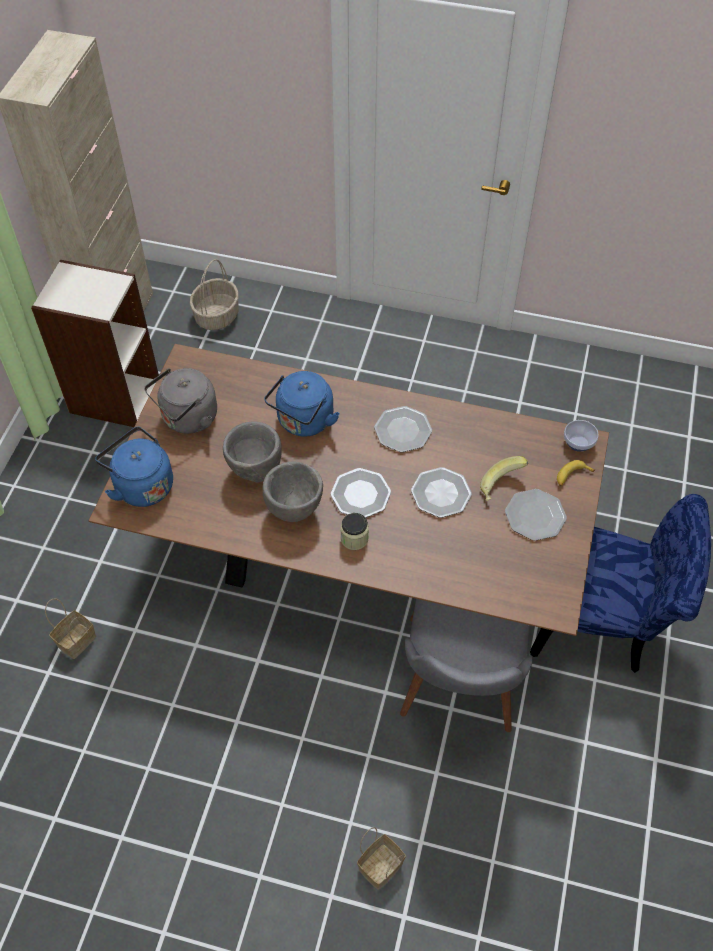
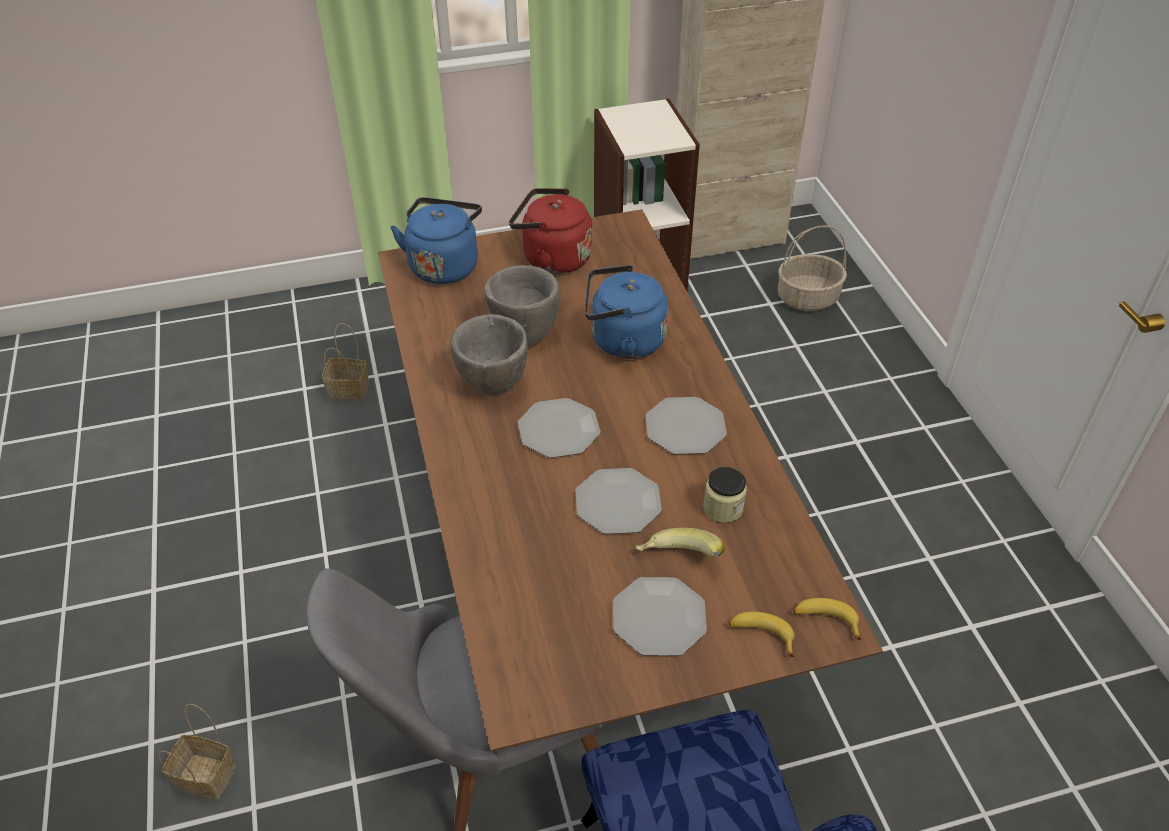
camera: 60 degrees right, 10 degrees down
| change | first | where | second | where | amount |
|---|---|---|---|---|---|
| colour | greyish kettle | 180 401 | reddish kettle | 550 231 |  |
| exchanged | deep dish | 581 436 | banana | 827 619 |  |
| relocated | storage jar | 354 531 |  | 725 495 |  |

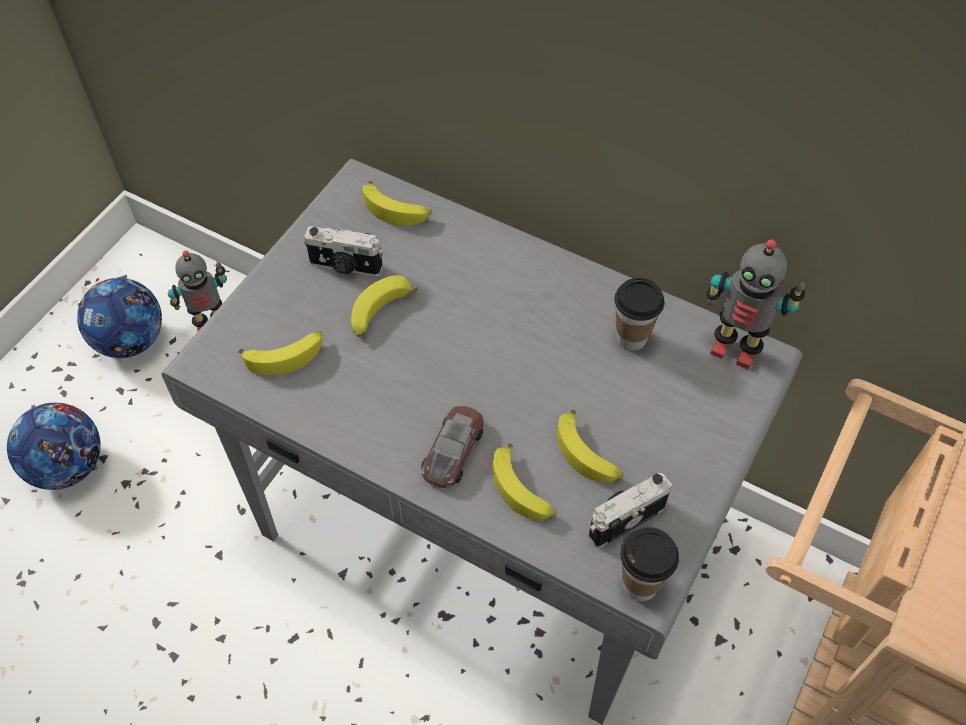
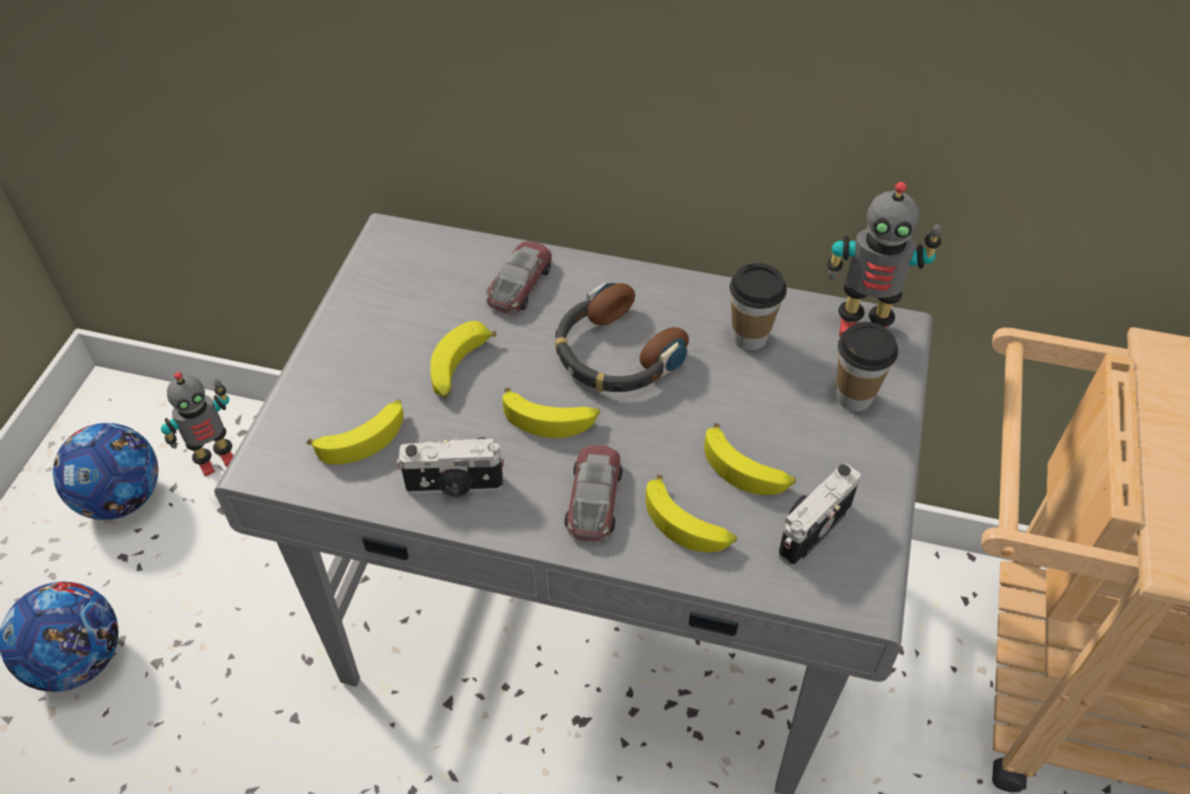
camera: 15 degrees left, 5 degrees down
| change | first | where | second | where | amount |
|---|---|---|---|---|---|
| relocated | banana | 397 203 |  | 551 413 |  |
| relocated | still camera | 343 251 |  | 451 467 |  |
| relocated | small cup | 649 564 |  | 867 366 |  |
| appeared |  |  | toy car | 519 277 |  |
| appeared |  |  | headphones | 622 337 |  |

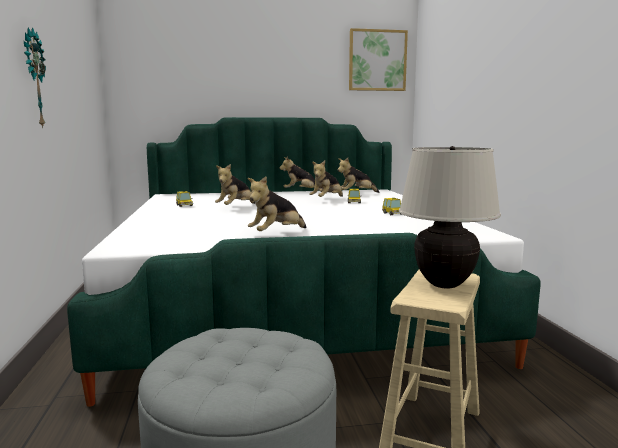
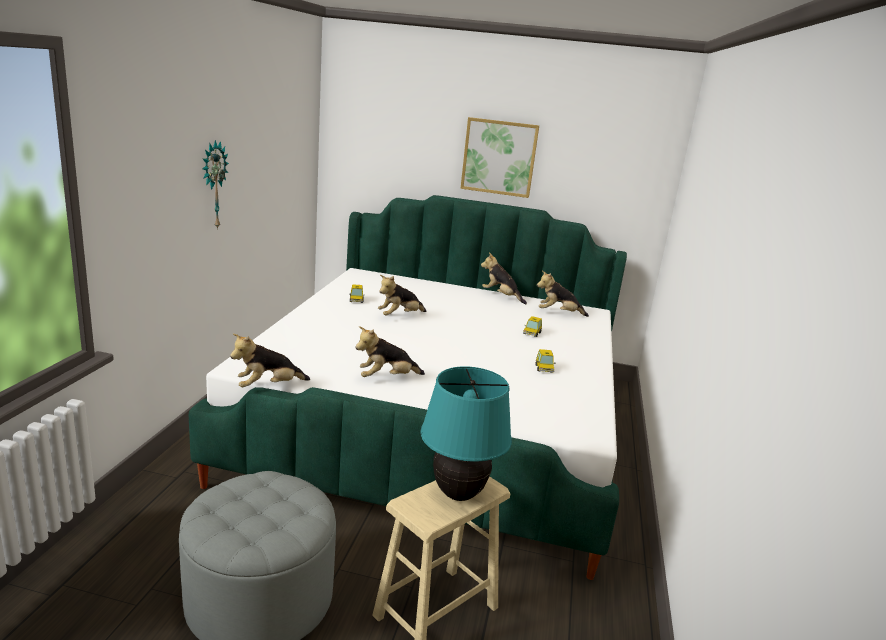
camera: 20 degrees right, 10 degrees up
| change | first | where | second | where | amount |
|---|---|---|---|---|---|
| relocated | wall art | 378 59 |  | 499 157 |  |
| colour | beige lamp for a table | 450 217 | turquoise lamp for a table | 466 433 |  |
| relocated | cuddly toy | 326 179 |  | 270 360 |  |

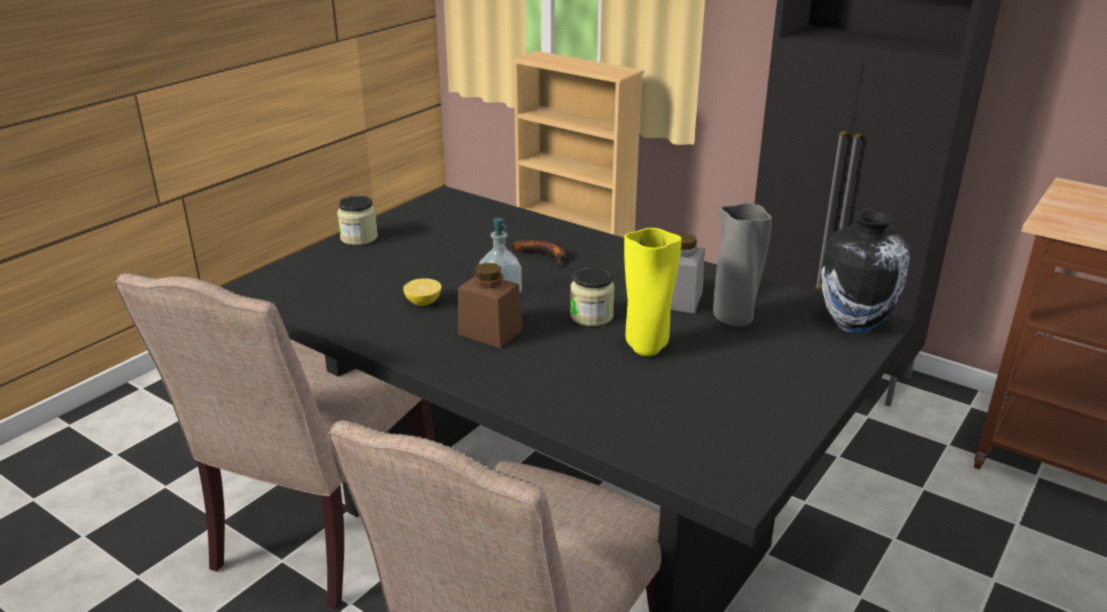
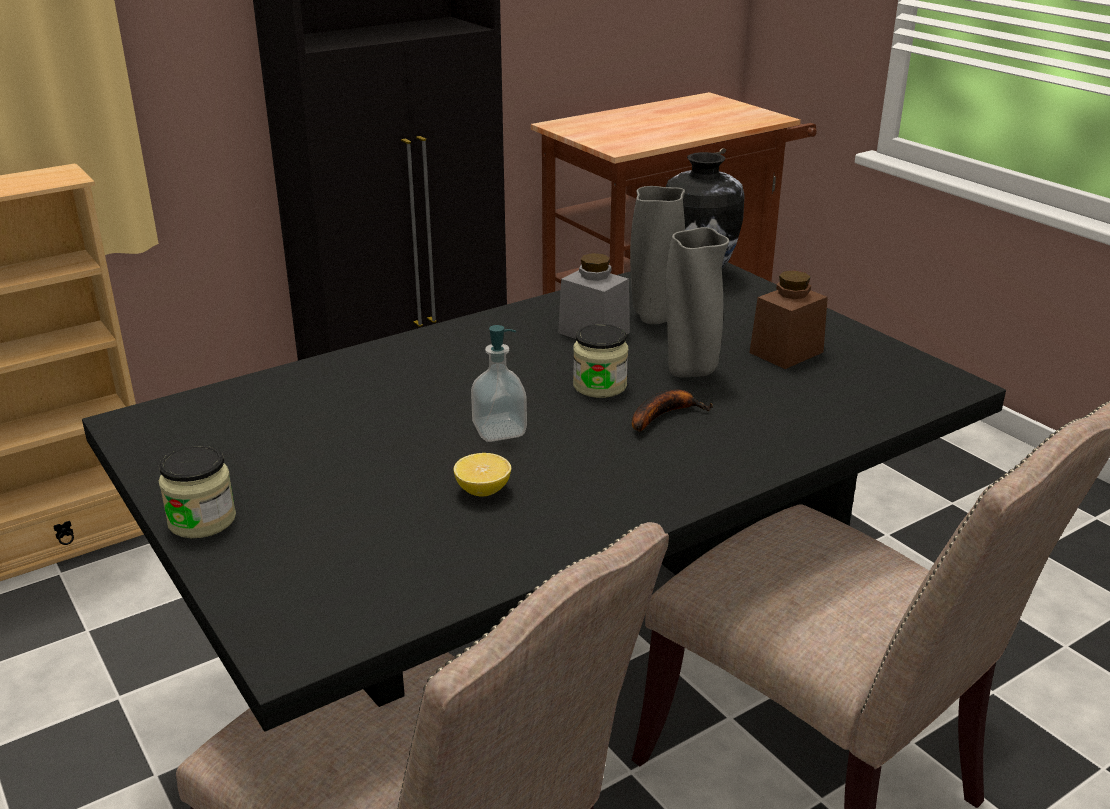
camera: 70 degrees left, 0 degrees up
| change | first | where | second | where | amount |
|---|---|---|---|---|---|
| colour | yellow vase | 653 292 | greyish vase | 697 302 |  |
| relocated | banana | 538 253 |  | 672 410 |  |
| relocated | brownish storage jar | 490 305 |  | 788 319 |  |

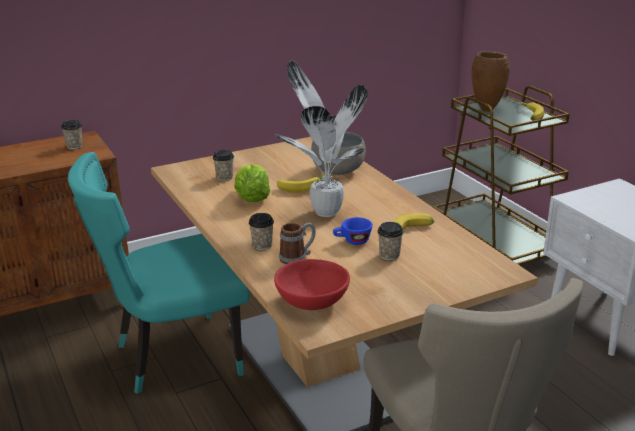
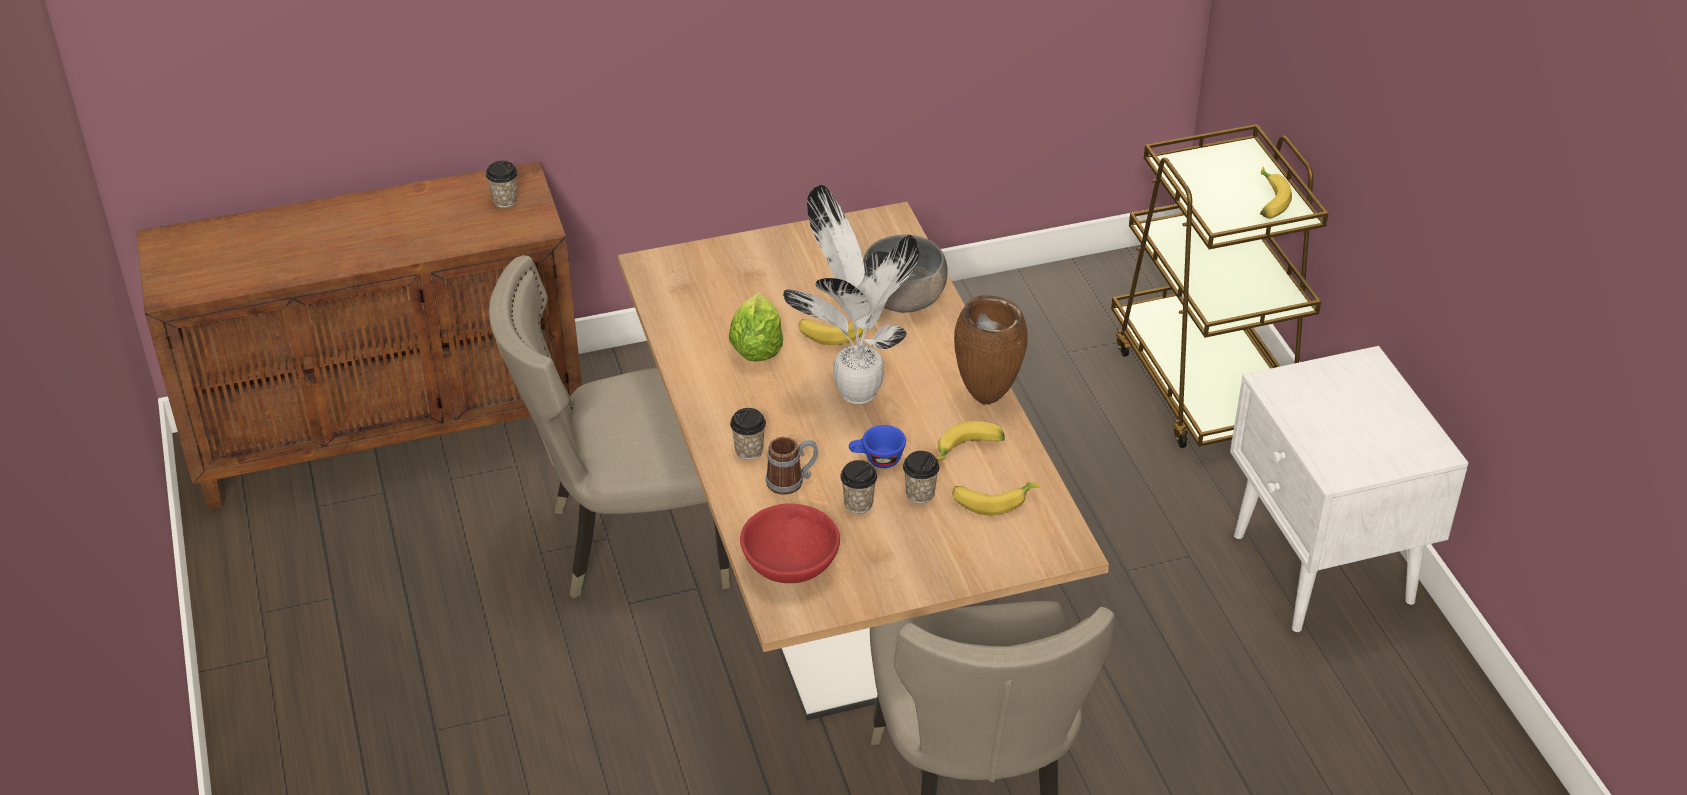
camera: 10 degrees right, 15 degrees up
| change | first | where | second | where | amount |
|---|---|---|---|---|---|
| relocated | brownish vase | 490 81 |  | 991 350 |  |
| relocated | small cup | 223 165 |  | 858 486 |  |
| colour | turquoise chair | 158 273 | beige chair | 609 427 |  |
| appeared |  |  | banana | 996 498 |  |

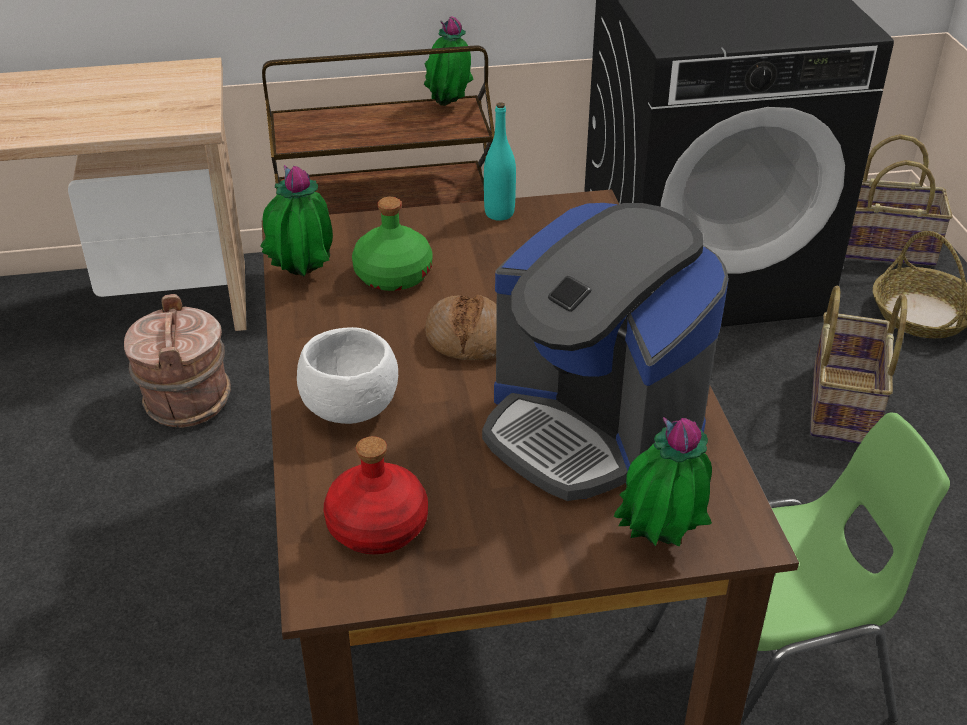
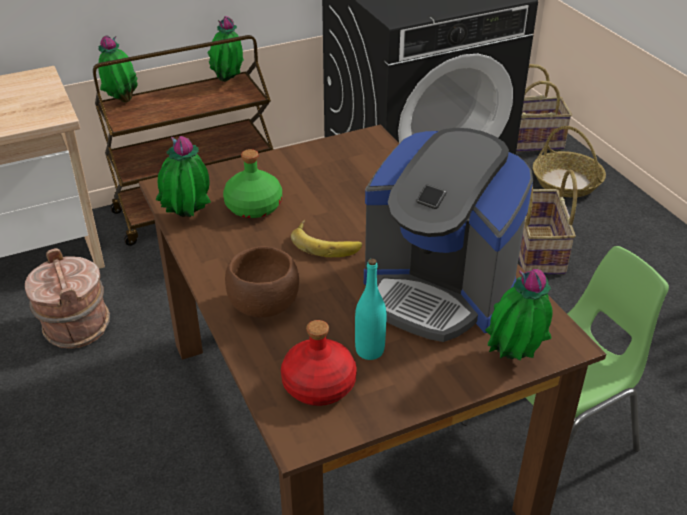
camera: 15 degrees left, 0 degrees up
| change | first | where | second | where | amount |
|---|---|---|---|---|---|
| relocated | turquoise bottle | 500 161 |  | 371 309 |  |
| exchanged | baked bread | 461 327 | banana | 326 238 |  |
| colour | whitish deep dish | 347 375 | brownish deep dish | 262 281 |  |
| appeared |  |  | potted plant | 118 68 |  |

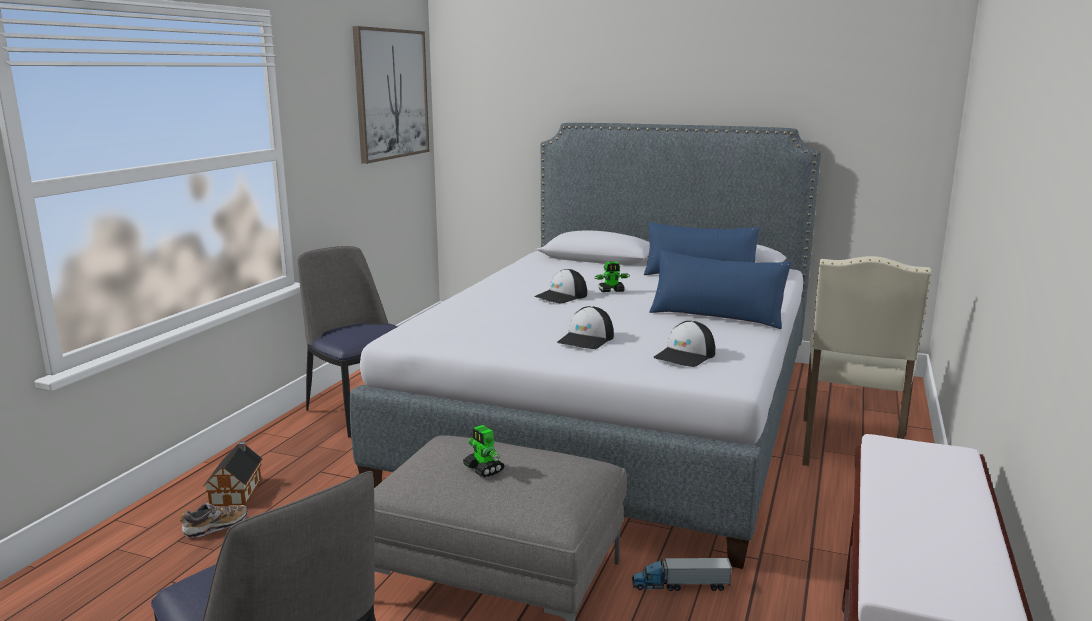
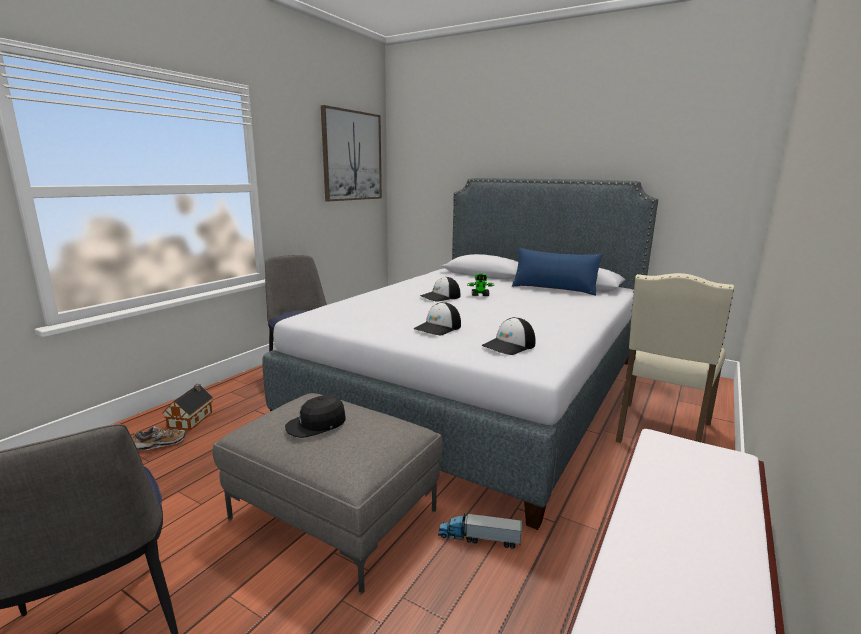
camera: 10 degrees right, 0 degrees up
| change | first | where | second | where | amount |
|---|---|---|---|---|---|
| missing | blue-coloured pillow | 720 289 |  |  |  |
| exchanged | toy robot | 483 451 | blackish baseball cap | 315 416 |  |

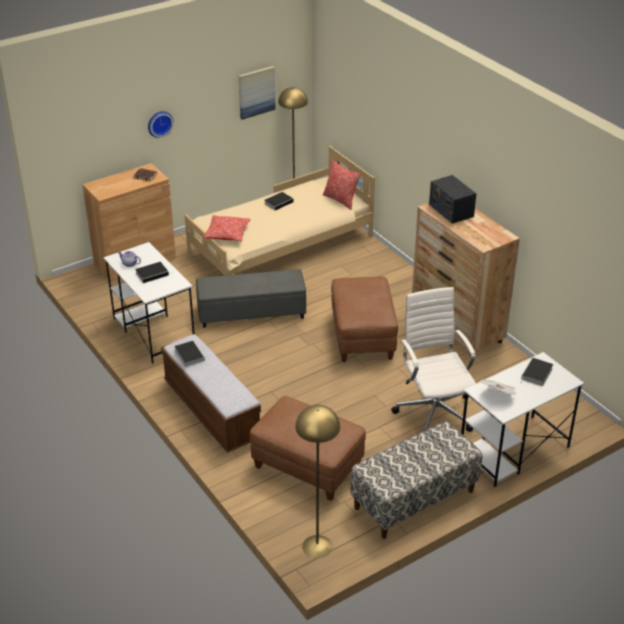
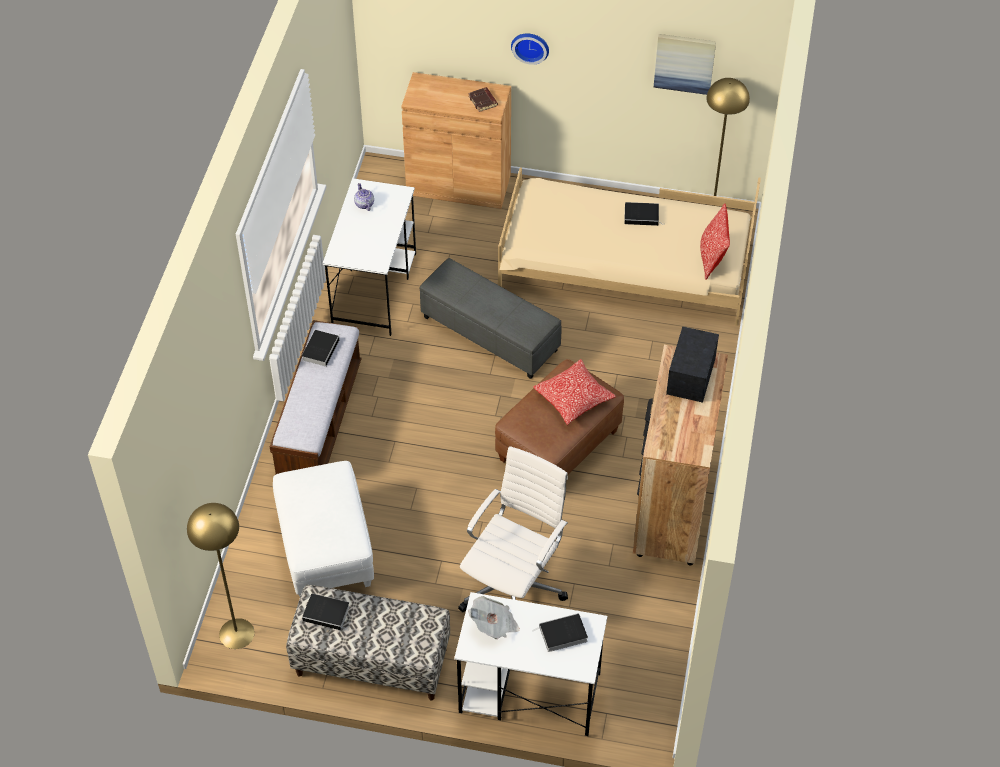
camera: 45 degrees right, 15 degrees up
| change | first | where | second | where | amount |
|---|---|---|---|---|---|
| relocated | pillow | 227 228 |  | 574 392 |  |
| relocated | book | 152 272 |  | 326 612 |  |
| colour | brownish footrest | 308 448 | whitish footrest | 323 528 |  |

